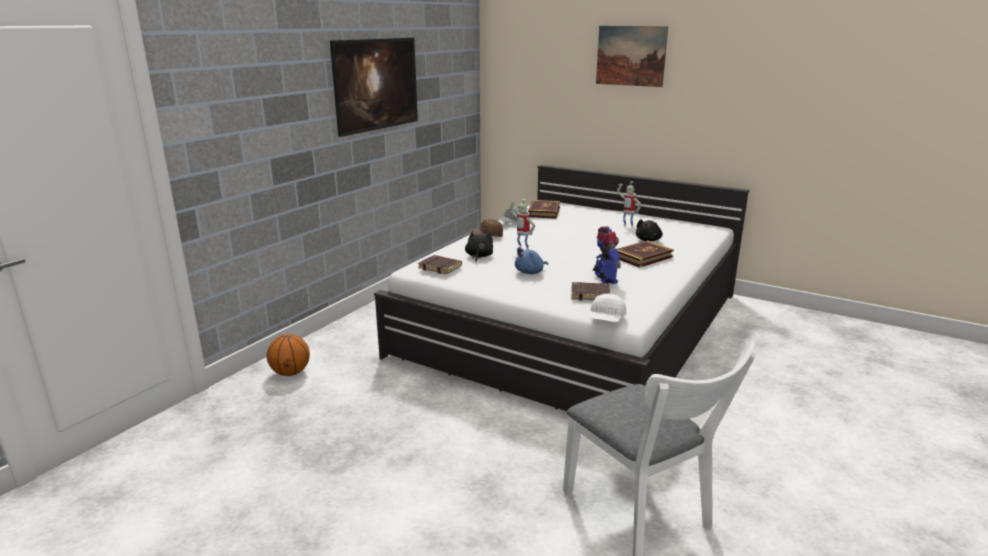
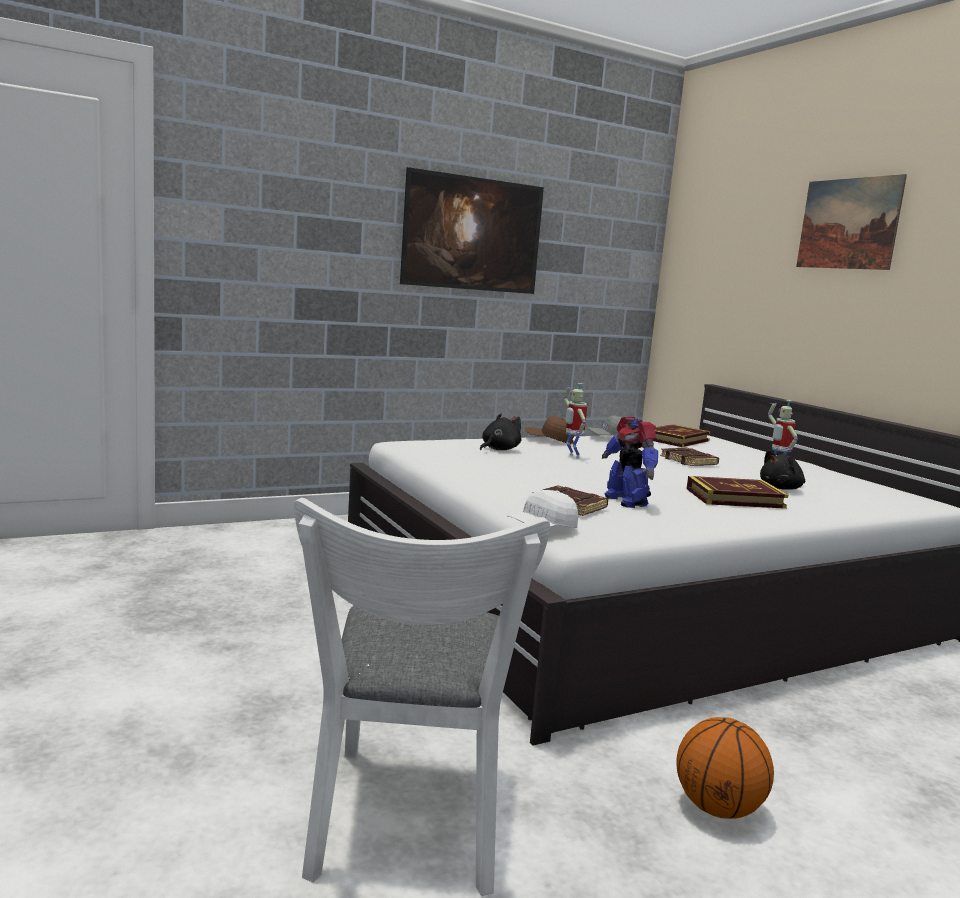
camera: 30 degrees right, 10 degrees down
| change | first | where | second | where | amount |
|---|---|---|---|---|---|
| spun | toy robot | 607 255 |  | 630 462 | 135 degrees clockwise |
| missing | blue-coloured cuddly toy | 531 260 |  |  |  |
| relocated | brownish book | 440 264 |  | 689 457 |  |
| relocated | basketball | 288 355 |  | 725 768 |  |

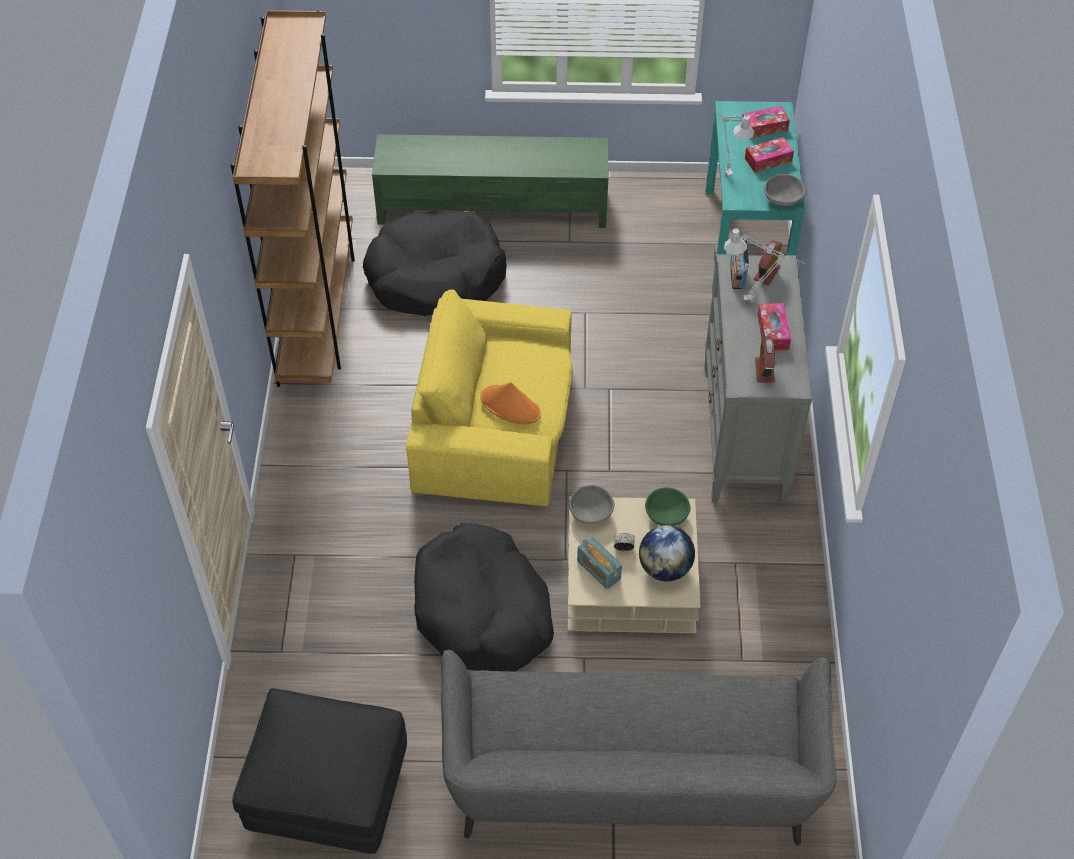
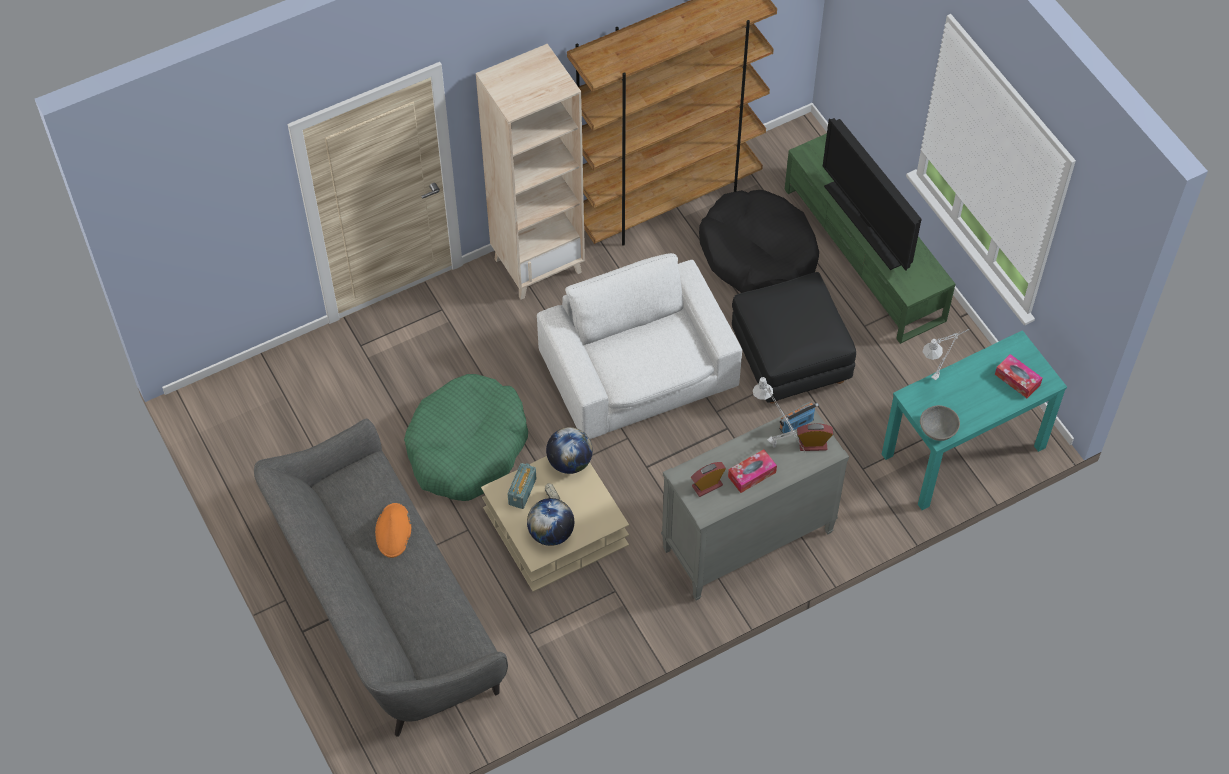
camera: 60 degrees right, 5 degrees up
| change | first | where | second | where | amount |
|---|---|---|---|---|---|
| missing | box of tissues | 769 155 |  |  |  |
| colour | yellow armchair | 489 397 | whitish armchair | 639 346 |  |
| relocated | orange clothing hat | 510 403 |  | 393 530 |  |
| exchanged | greyish deep dish | 591 504 | globe | 569 450 |  |
| missing | greenish deep dish | 667 506 |  |  |  |
| colour | blackish dog bed | 484 597 | greenish dog bed | 466 437 |  |
| relocated | blackish footrest | 320 771 |  | 794 338 |  |
| appeared |  |  | beige bookcase | 530 172 |  |
| appeared |  |  | TV set | 872 194 |  |

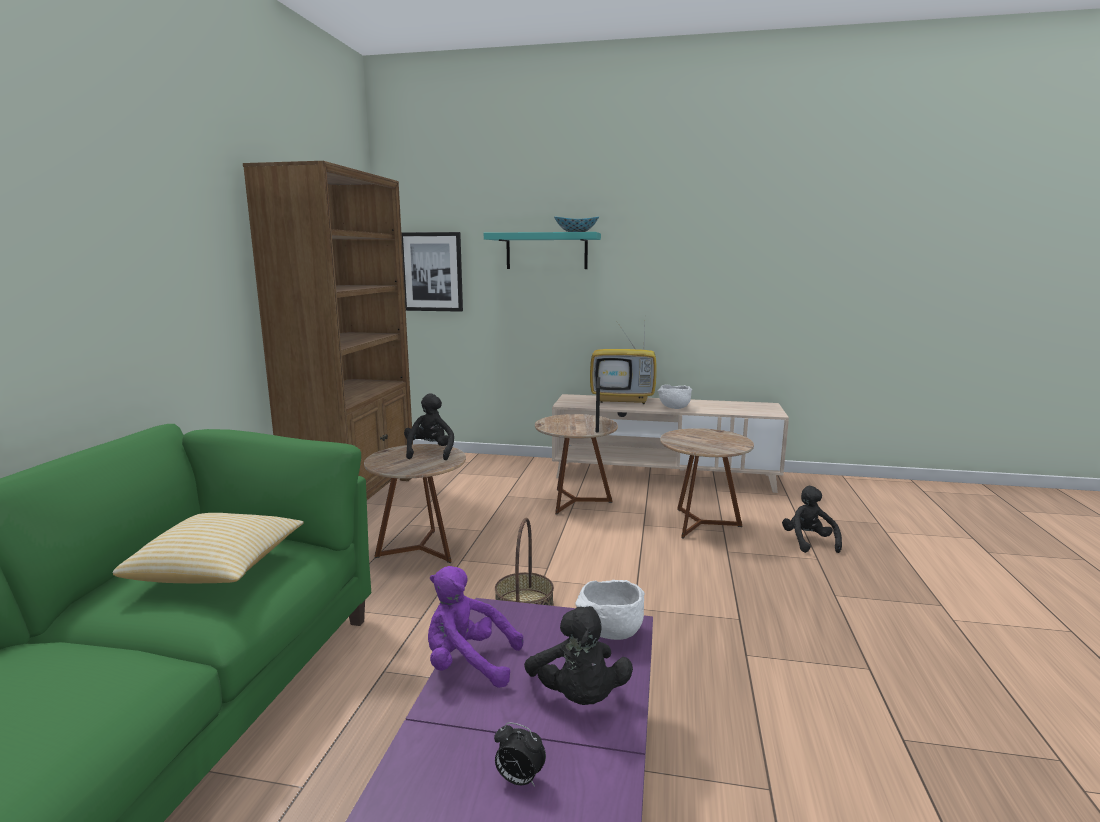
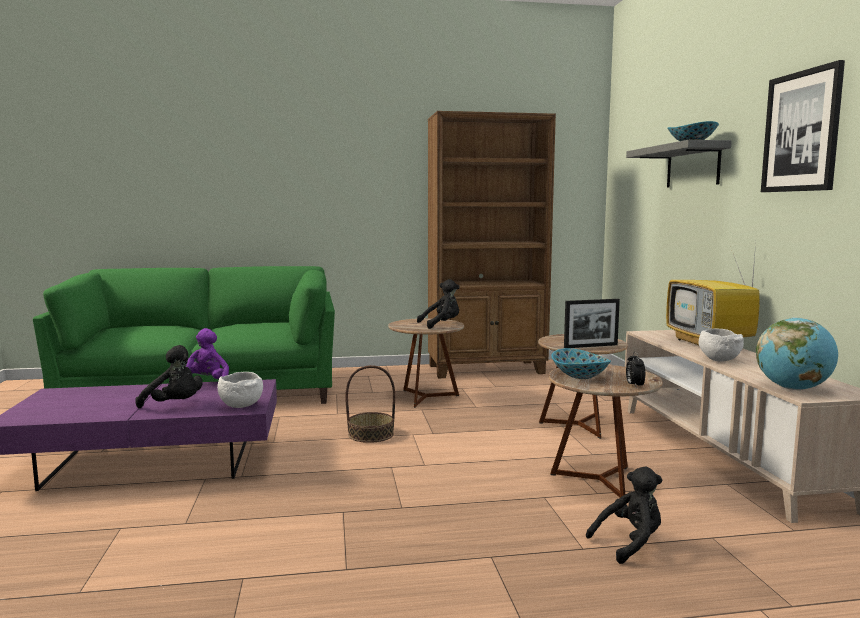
camera: 70 degrees right, 5 degrees down
| change | first | where | second | where | amount |
|---|---|---|---|---|---|
| relocated | wall art | 432 272 |  | 803 126 |  |
| colour | turquoise bracket shelf | 542 250 | greyish bracket shelf | 679 163 |  |
| missing | pillow | 208 548 |  |  |  |
| spun | blackish cuddly toy | 578 655 |  | 169 376 | 120 degrees counterclockwise |
| relocated | table clock | 520 754 |  | 635 369 |  |
| appeared |  |  | globe | 797 353 |  |
| appeared |  |  | deep dish | 581 363 |  |

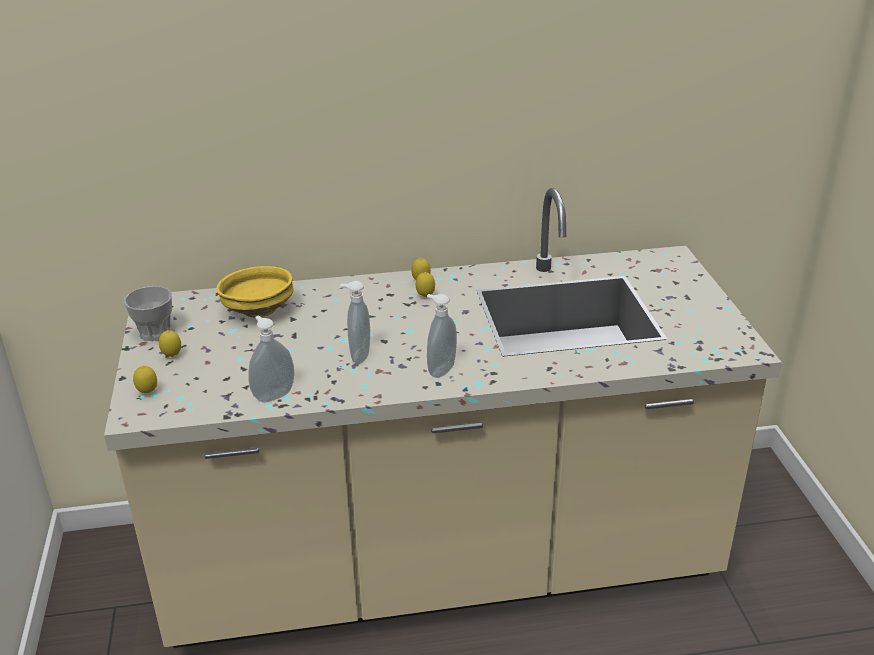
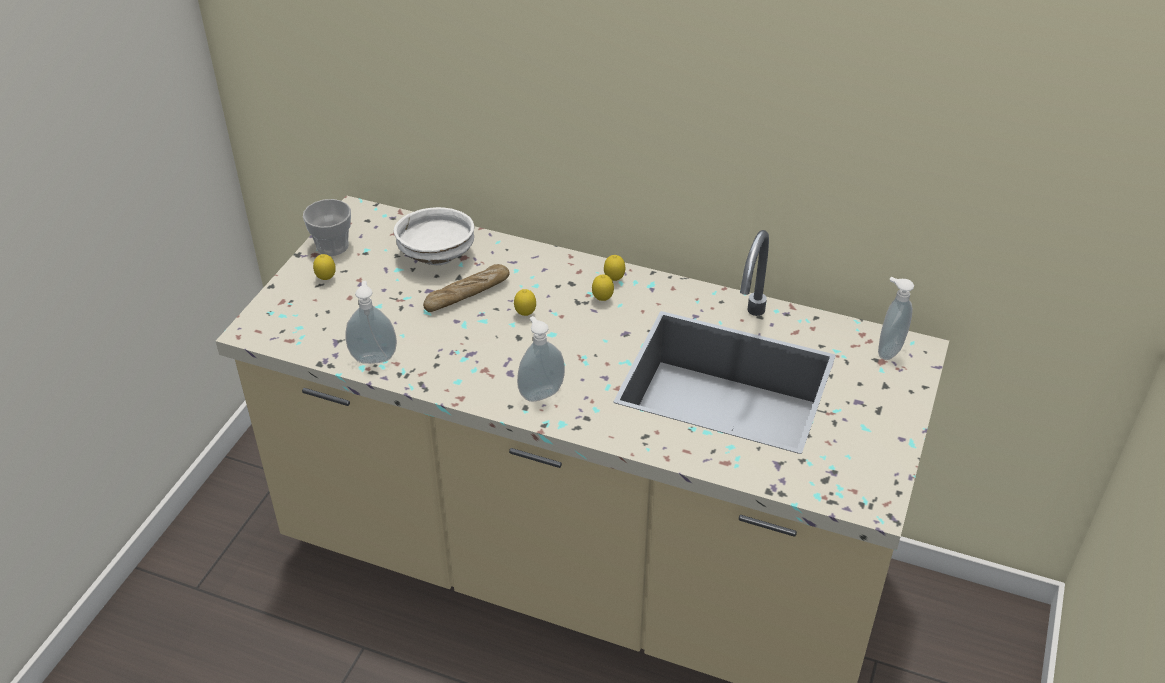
camera: 30 degrees right, 10 degrees up
| change | first | where | second | where | amount |
|---|---|---|---|---|---|
| colour | yellow deep dish | 255 291 | whitish deep dish | 434 236 |  |
| relocated | liquid soap bottle | 355 322 |  | 896 318 |  |
| relocated | whole lemon | 145 380 |  | 525 302 |  |
| appeared |  |  | baked bread | 466 288 |  |

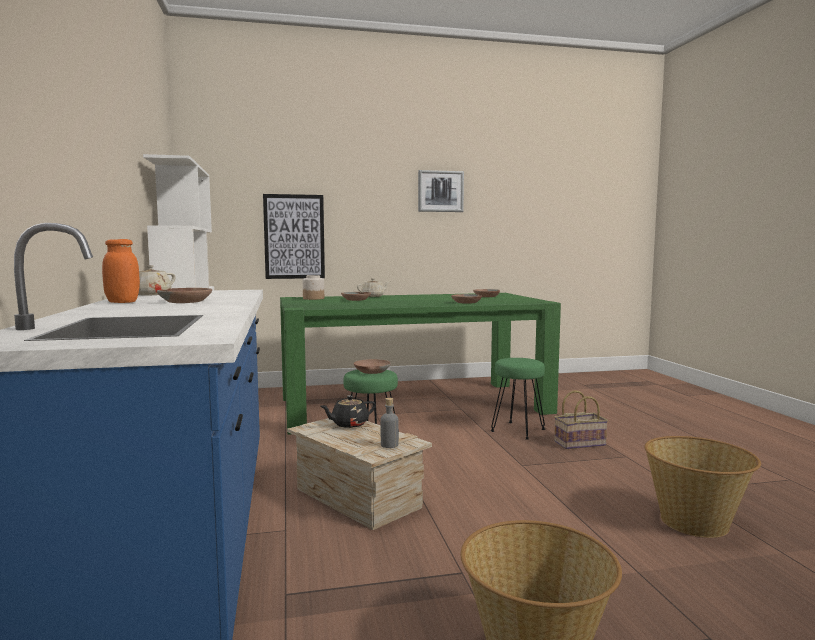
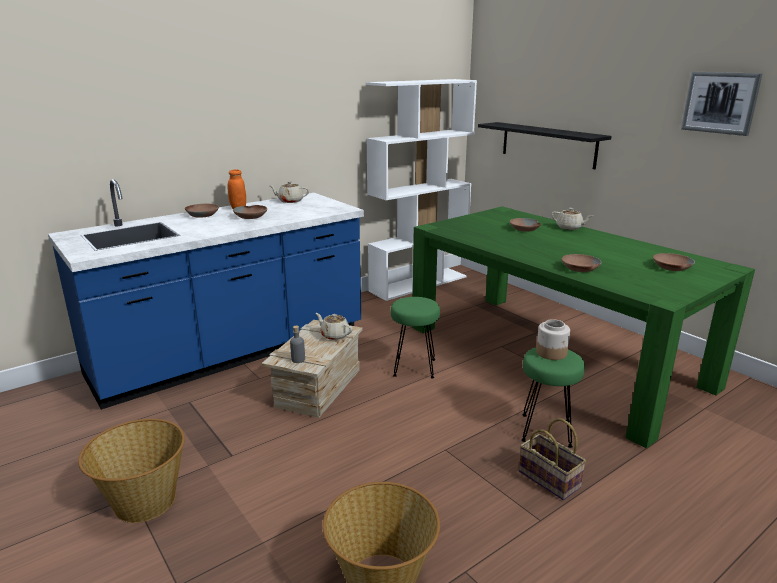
camera: 65 degrees right, 15 degrees up
| change | first | where | second | where | amount |
|---|---|---|---|---|---|
| exchanged | wall art | 294 236 | blackish bracket shelf | 545 145 |  |
| relocated | storage jar | 313 287 |  | 553 339 |  |
| relocated | brownish deep dish | 372 366 |  | 202 211 |  |
| colour | blackish tea pot | 348 411 | beige tea pot | 334 326 |  |

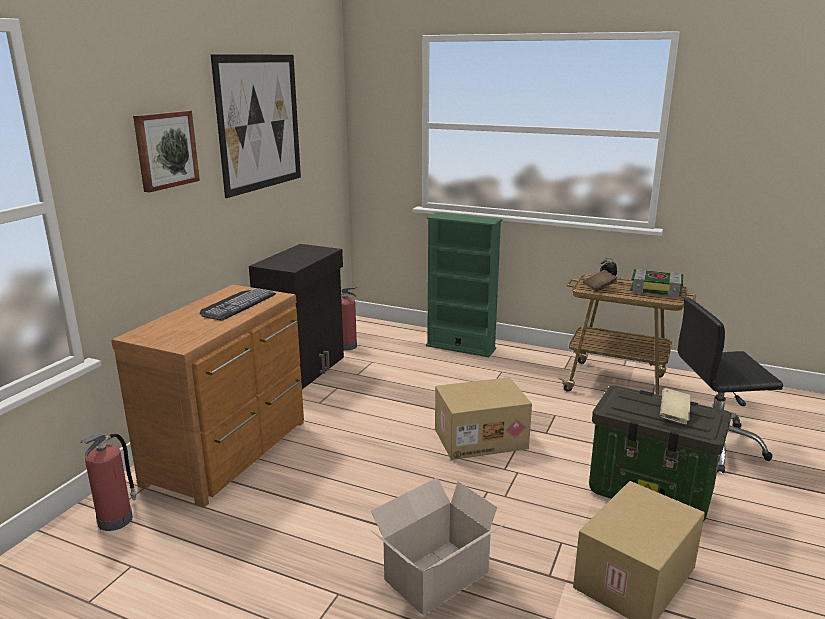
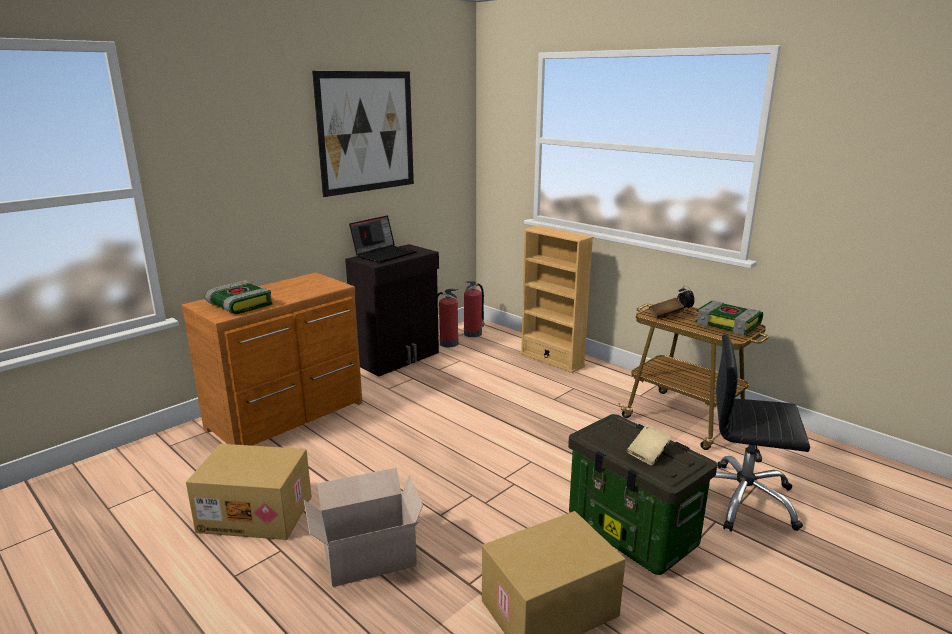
camera: 20 degrees right, 0 degrees up
| change | first | where | second | where | amount |
|---|---|---|---|---|---|
| missing | wall art | 166 152 |  |  |  |
| colour | greenish bookcase | 464 285 | beige bookcase | 557 299 |  |
| missing | computer keyboard | 238 304 |  |  |  |
| relocated | packing box | 483 418 |  | 249 492 |  |
| relocated | extinguisher | 108 482 |  | 474 309 |  |
| appeared |  |  | portable computer | 382 239 |  |
| appeared |  |  | book | 238 297 |  |

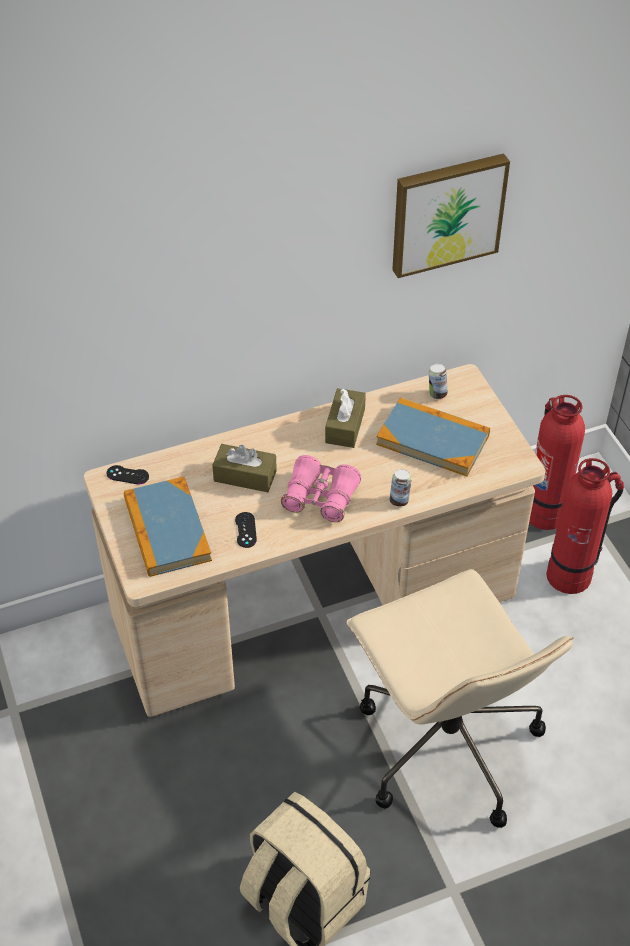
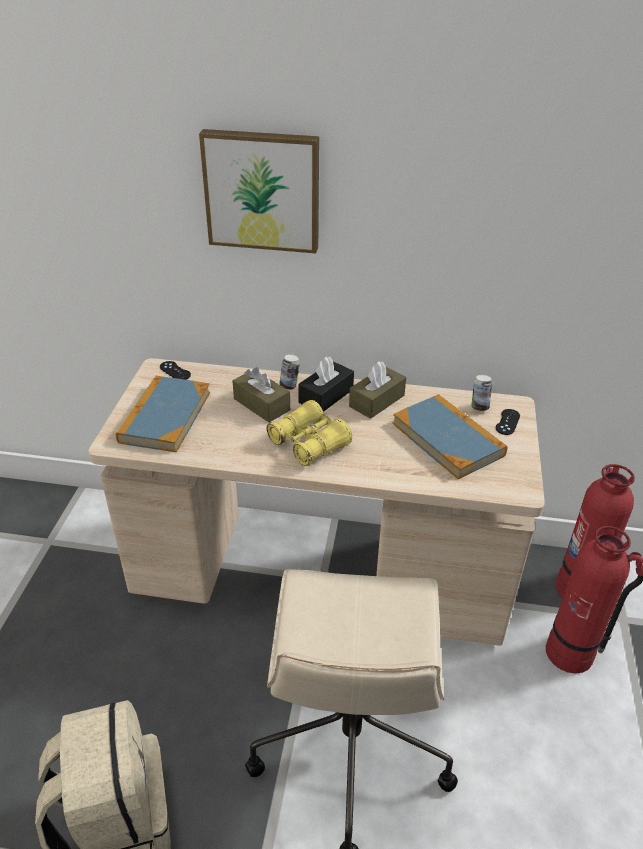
camera: 30 degrees right, 10 degrees down
| change | first | where | second | where | amount |
|---|---|---|---|---|---|
| relocated | wall art | 451 215 |  | 259 191 |  |
| colour | pink pair of binoculars | 321 488 | yellow pair of binoculars | 309 433 |  |
| relocated | can | 400 488 |  | 289 372 |  |
| relocated | blackish game controller | 246 530 |  | 508 422 |  |
| appeared |  |  | blackish box of tissues | 326 384 |  |

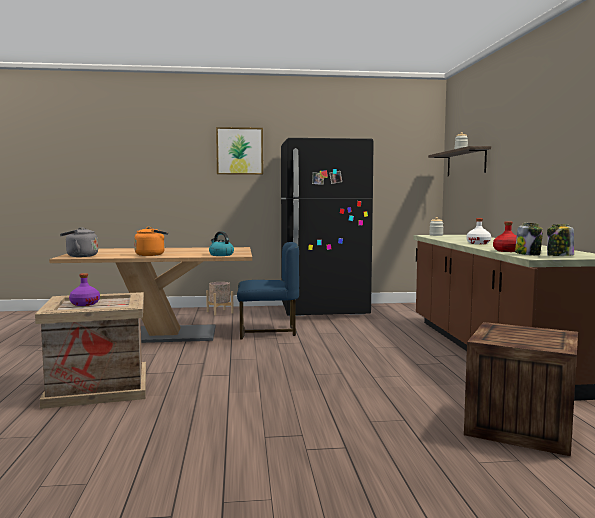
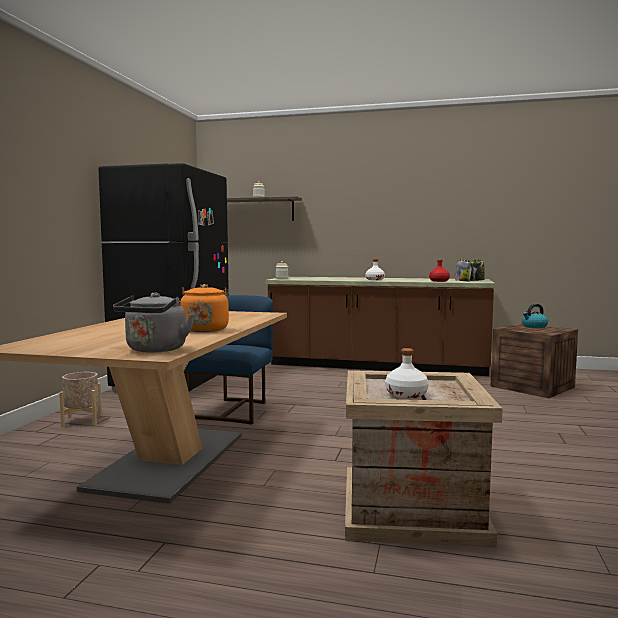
camera: 70 degrees left, 0 degrees up
| change | first | where | second | where | amount |
|---|---|---|---|---|---|
| missing | wall art | 239 151 |  |  |  |
| relocated | kettle | 221 243 |  | 535 316 |  |
| colour | purple-coloured bottle | 84 289 | whitish bottle | 407 373 |  |

